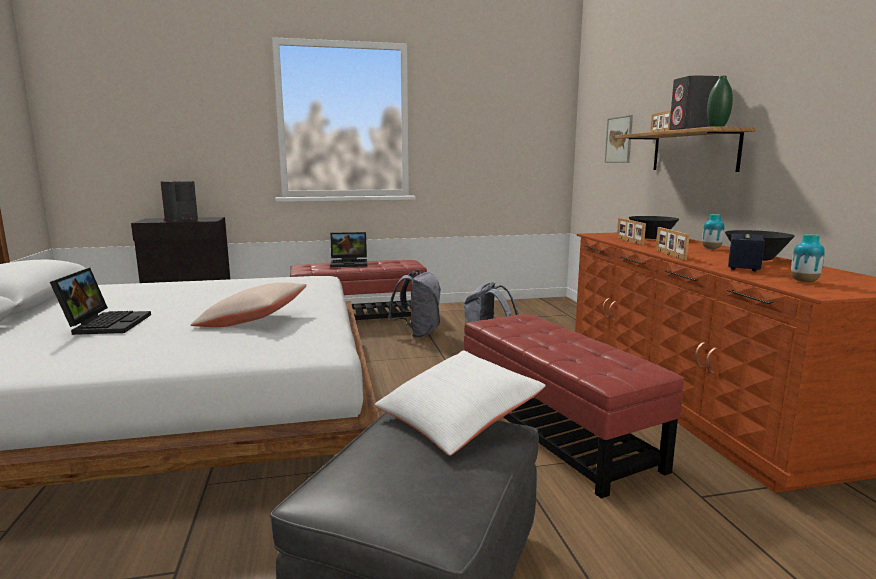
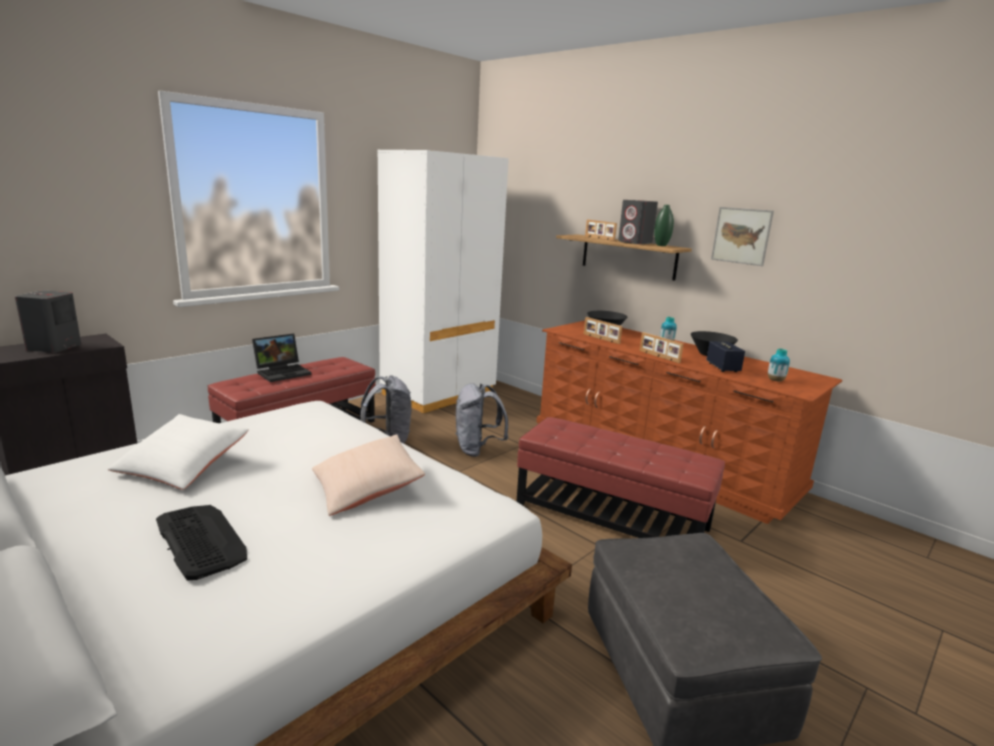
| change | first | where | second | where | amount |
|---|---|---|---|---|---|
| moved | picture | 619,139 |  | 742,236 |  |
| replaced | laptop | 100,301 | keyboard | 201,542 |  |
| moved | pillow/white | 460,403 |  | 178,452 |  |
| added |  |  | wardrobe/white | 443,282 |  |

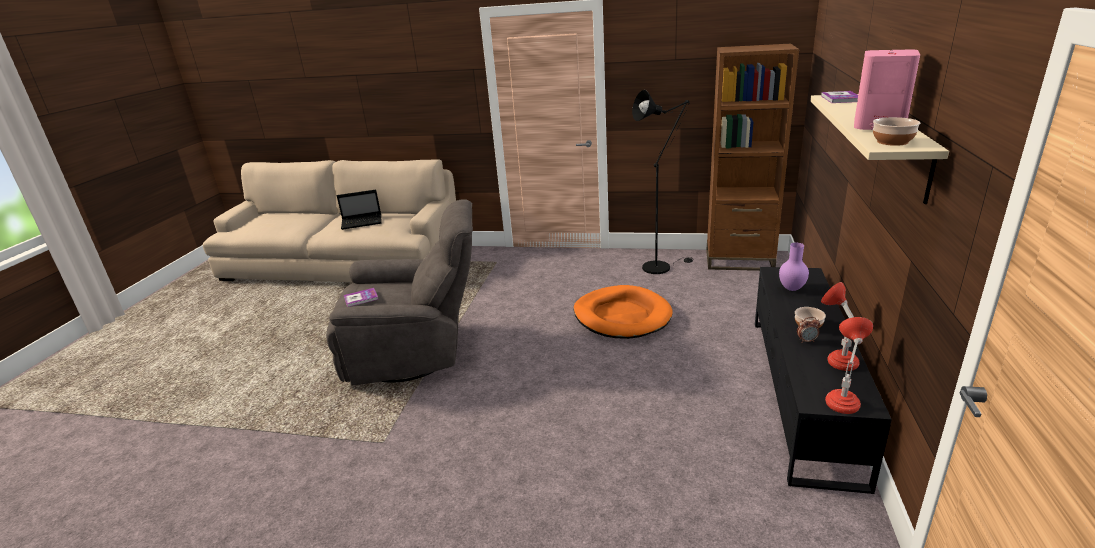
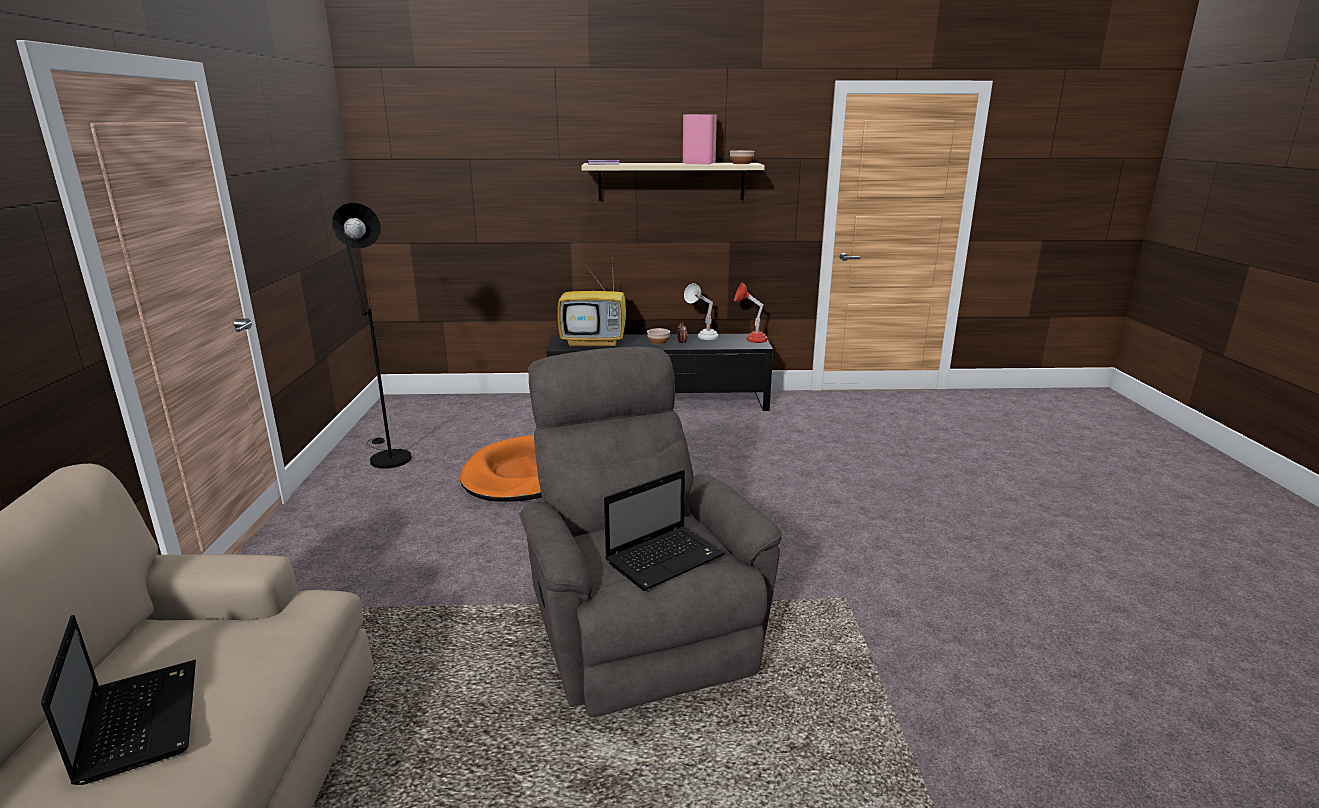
| change | first | where | second | where | amount |
|---|---|---|---|---|---|
| removed | bookcase/brown | 752,157 |  |  |  |
| replaced | vase/purple | 794,267 | television | 592,308 |  |
| recoloured | table lamp/red | 840,326 | table lamp/white | 701,311 |  |
| replaced | book | 361,297 | laptop | 664,530 |  |

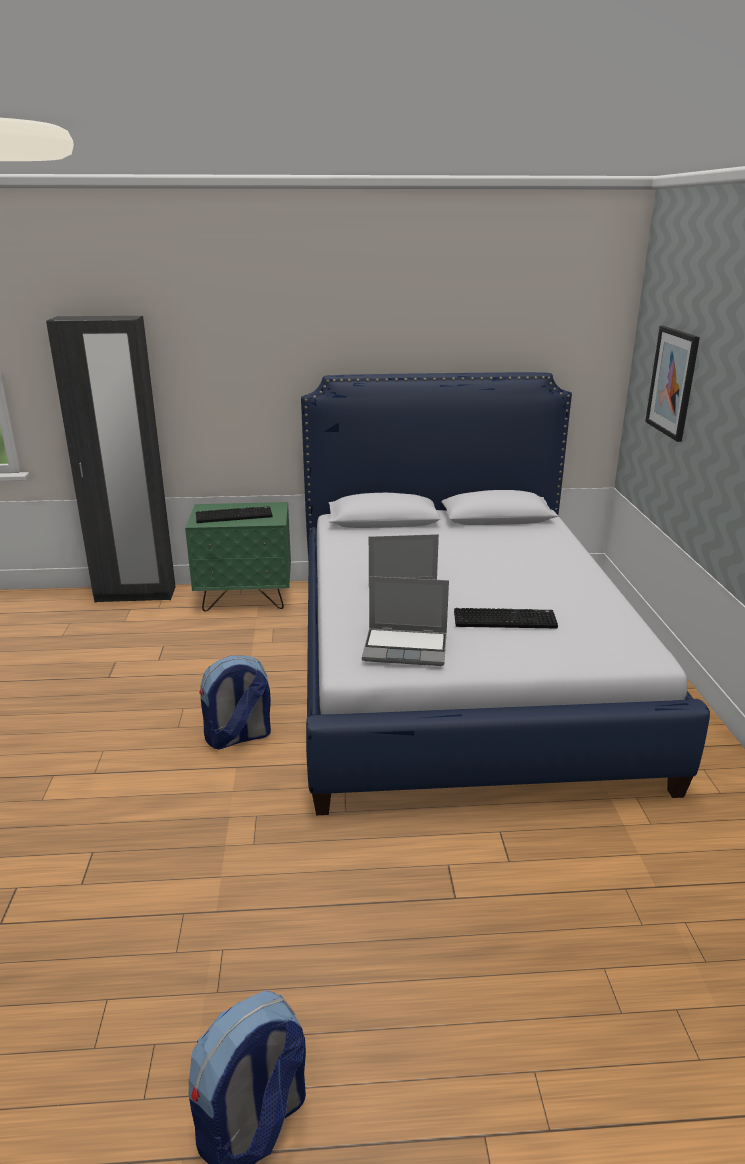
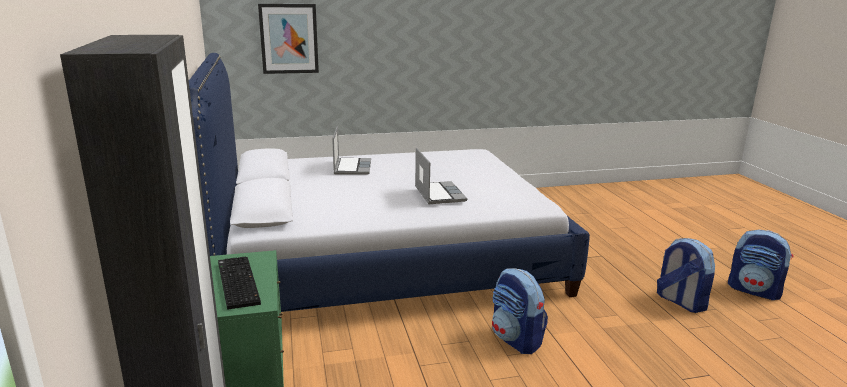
| change | first | where | second | where | amount |
|---|---|---|---|---|---|
| moved | laptop | 405,621 |  | 351,150 |  |
| removed | keyboard | 506,618 |  |  |  |
| added |  |  | backpack | 686,275 |  |

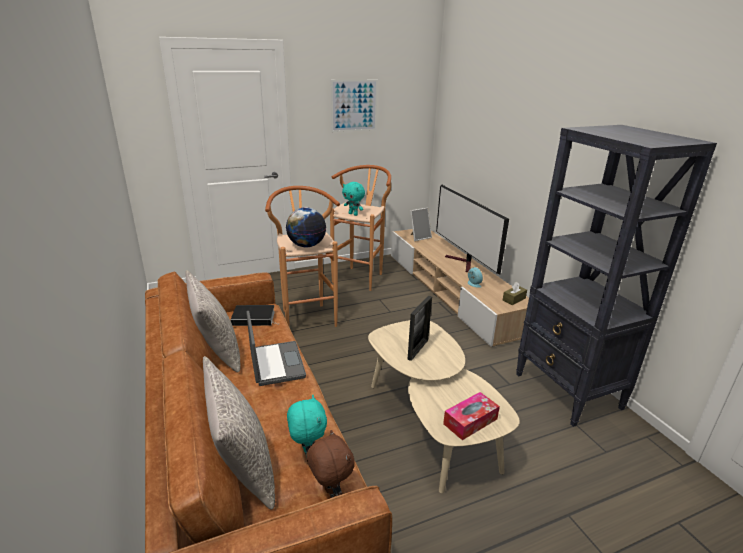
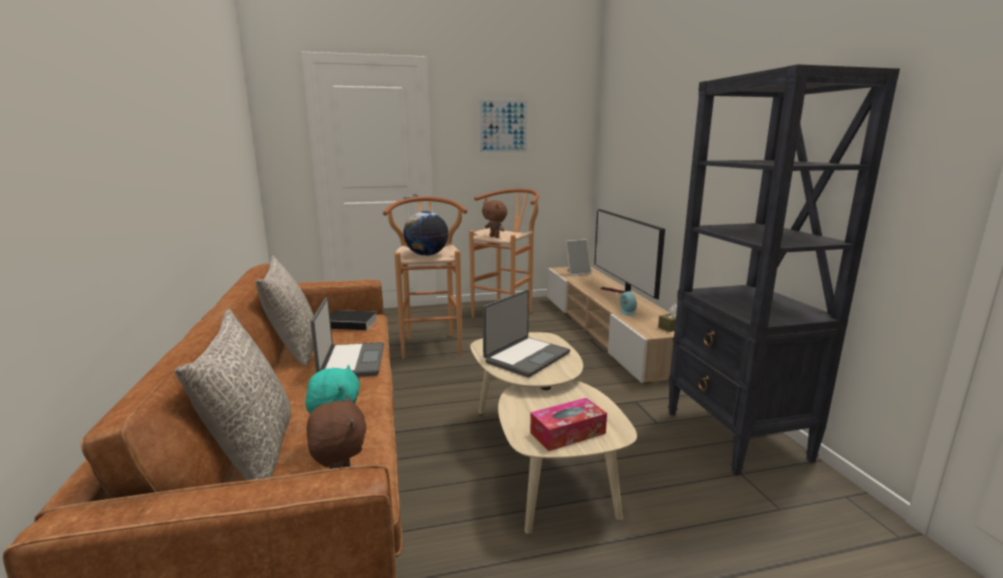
| change | first | where | second | where | amount |
|---|---|---|---|---|---|
| recoloured | plush toy/turquoise | 353,199 | plush toy/brown | 494,219 |  |
| replaced | picture frame | 419,328 | laptop | 526,333 |  |

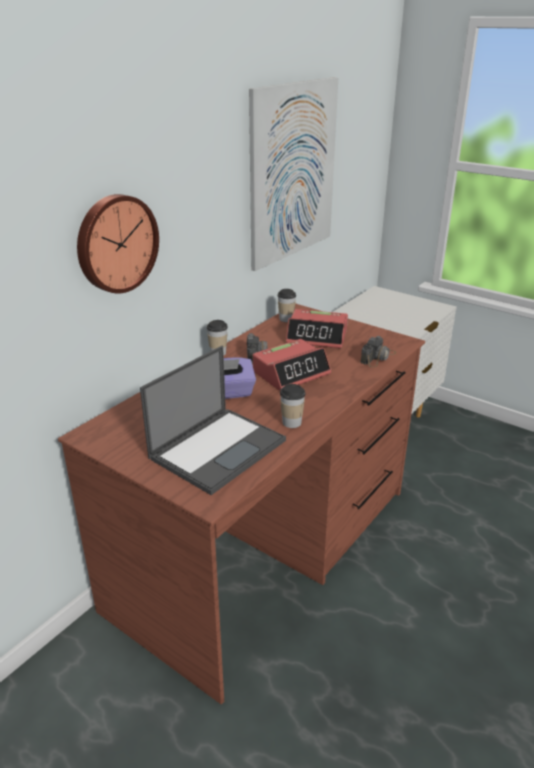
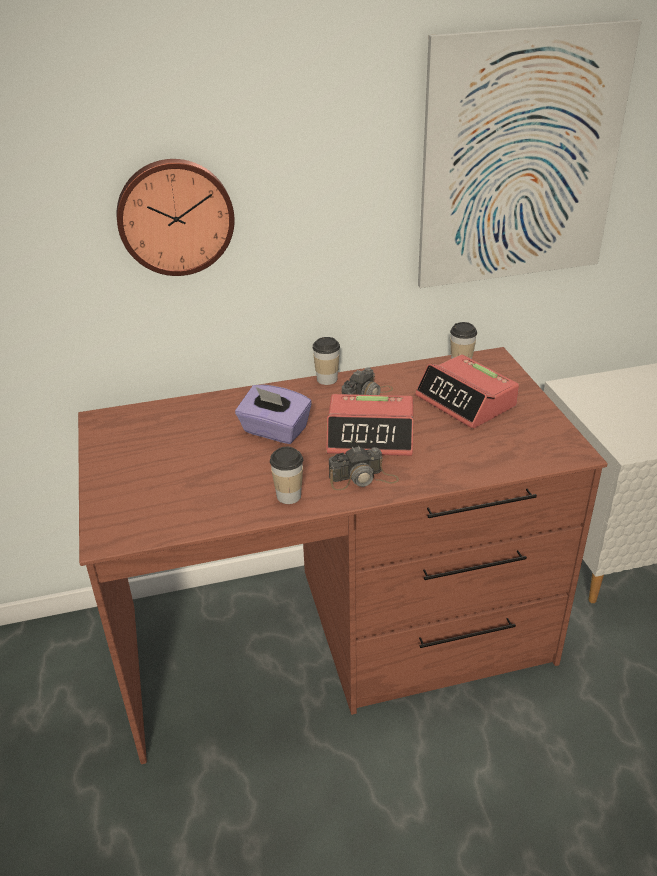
| change | first | where | second | where | amount |
|---|---|---|---|---|---|
| moved | photo camera | 378,351 |  | 364,468 |  |
| removed | laptop | 213,420 |  |  |  |

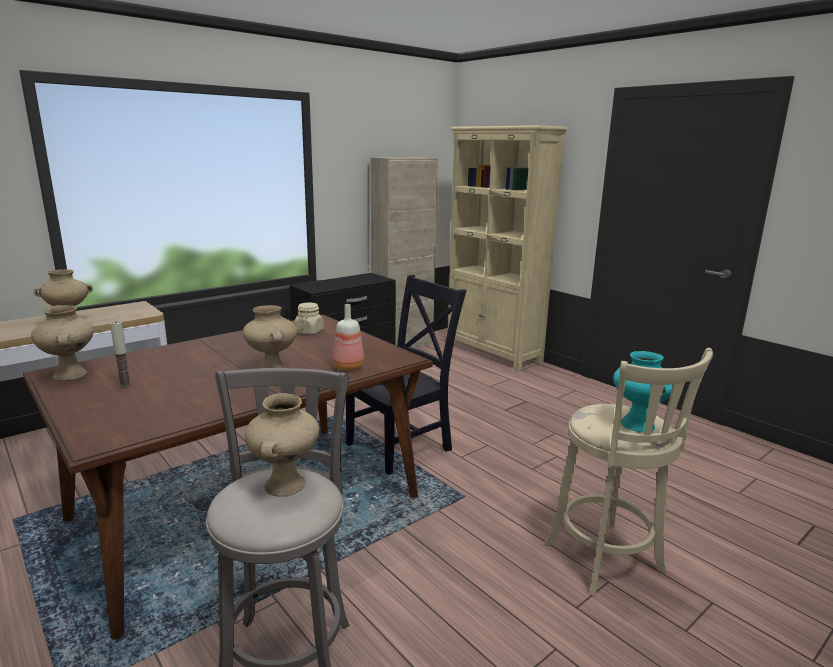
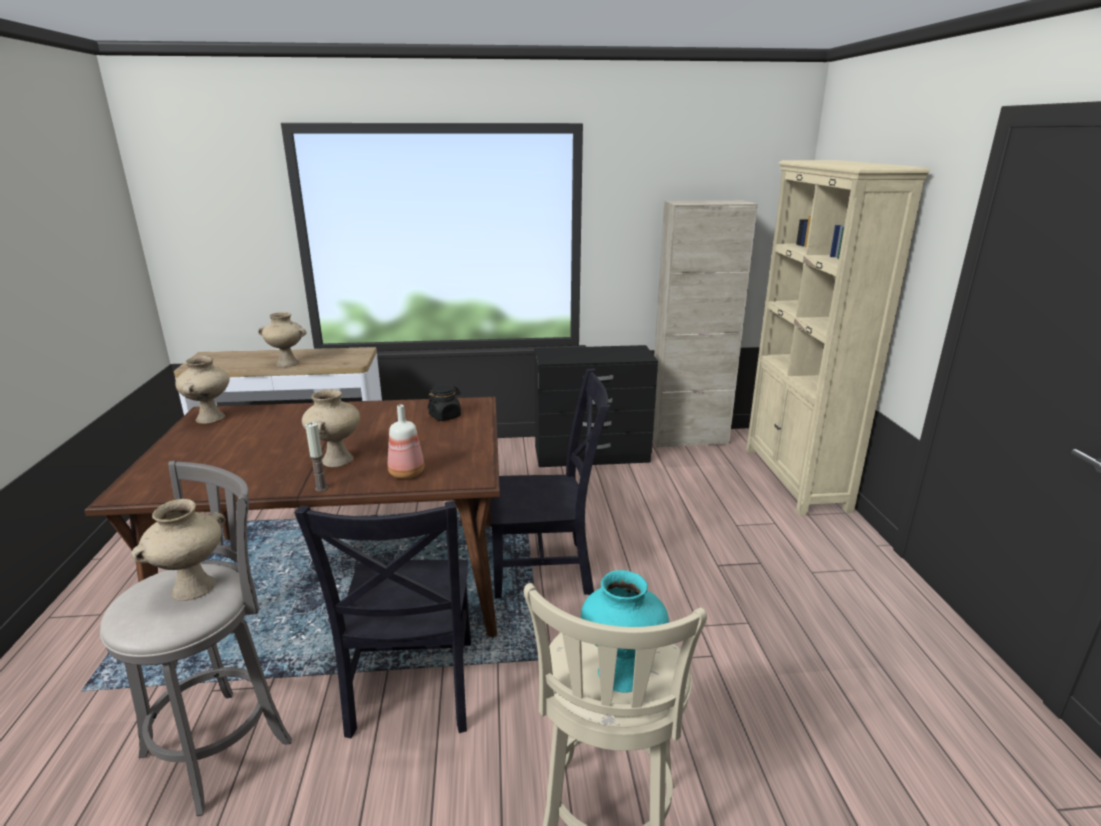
| change | first | where | second | where | amount |
|---|---|---|---|---|---|
| recoloured | jar/beige | 309,318 | jar/black | 444,402 |  |
| moved | candle | 121,354 |  | 316,456 |  |
| added |  |  | chair/black | 382,619 |  |

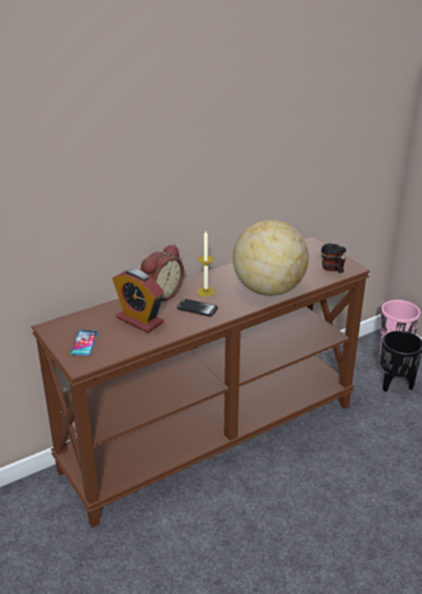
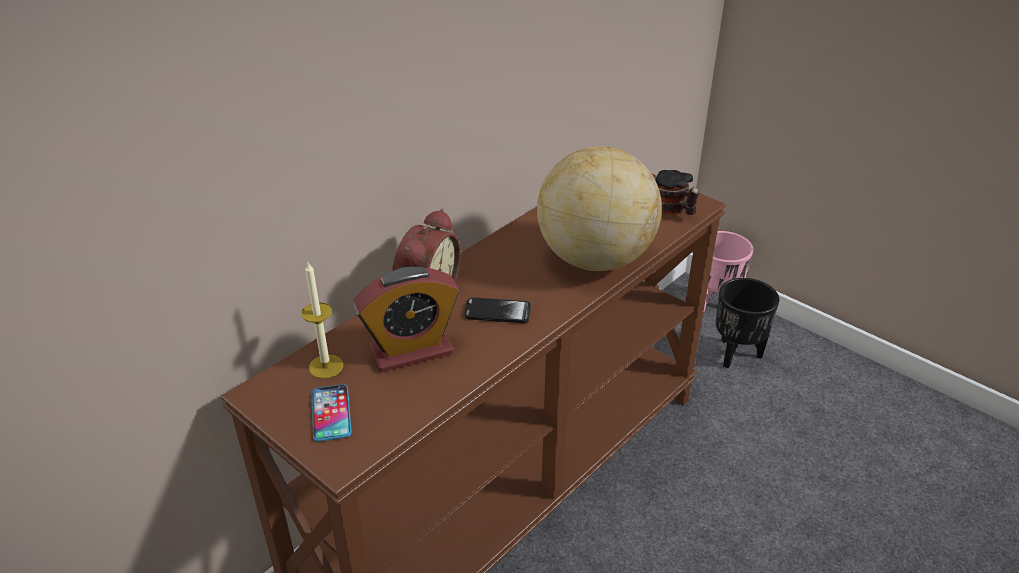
| change | first | where | second | where | amount |
|---|---|---|---|---|---|
| moved | candle | 206,264 |  | 322,321 |  |
| turned | alarm clock | 138,301 |  | 406,319 | 45 degrees counterclockwise |

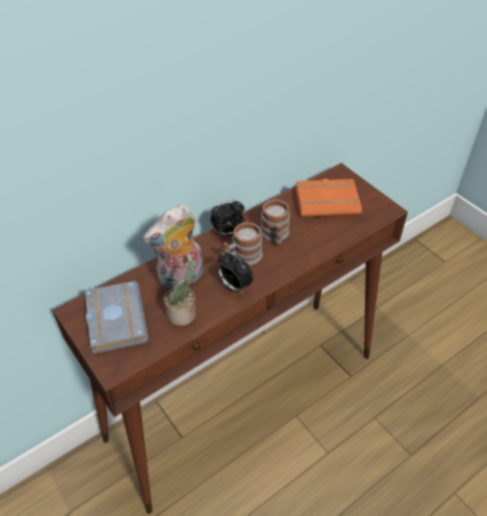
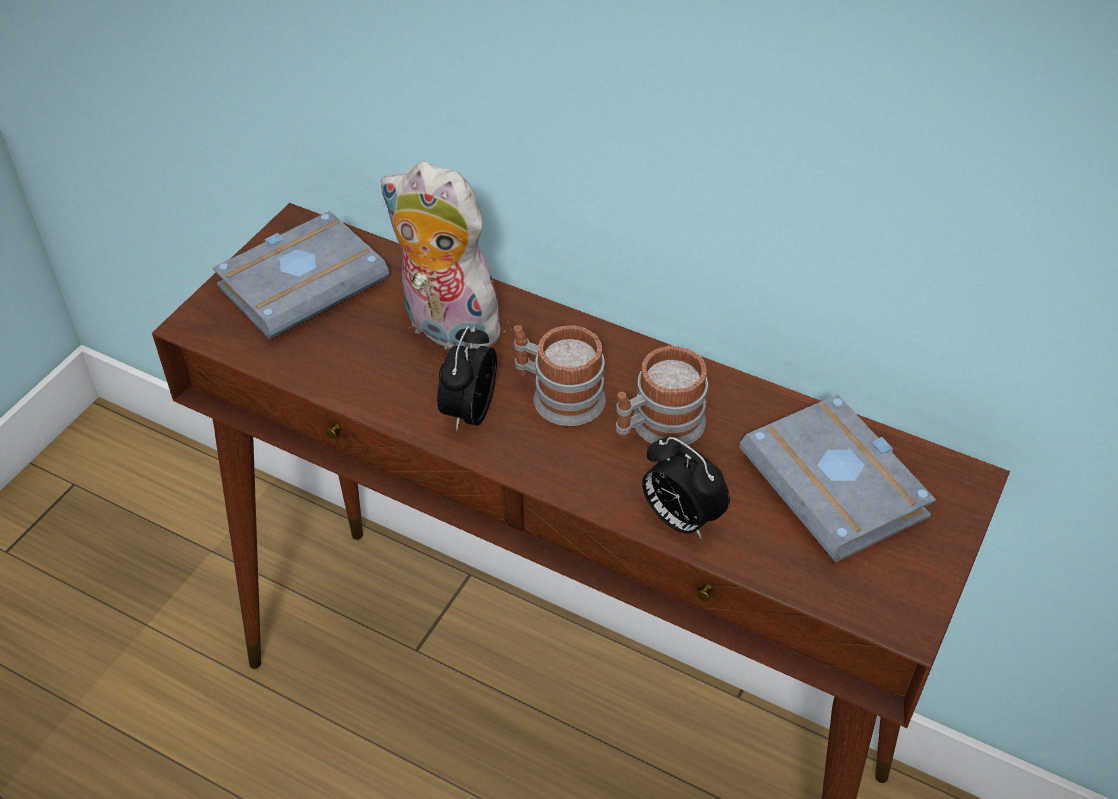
| change | first | where | second | where | amount |
|---|---|---|---|---|---|
| recoloured | book/orange | 329,198 | book/grey | 837,478 |  |
| moved | alarm clock | 227,218 |  | 686,487 |  |
| removed | potted plant | 180,293 |  |  |  |

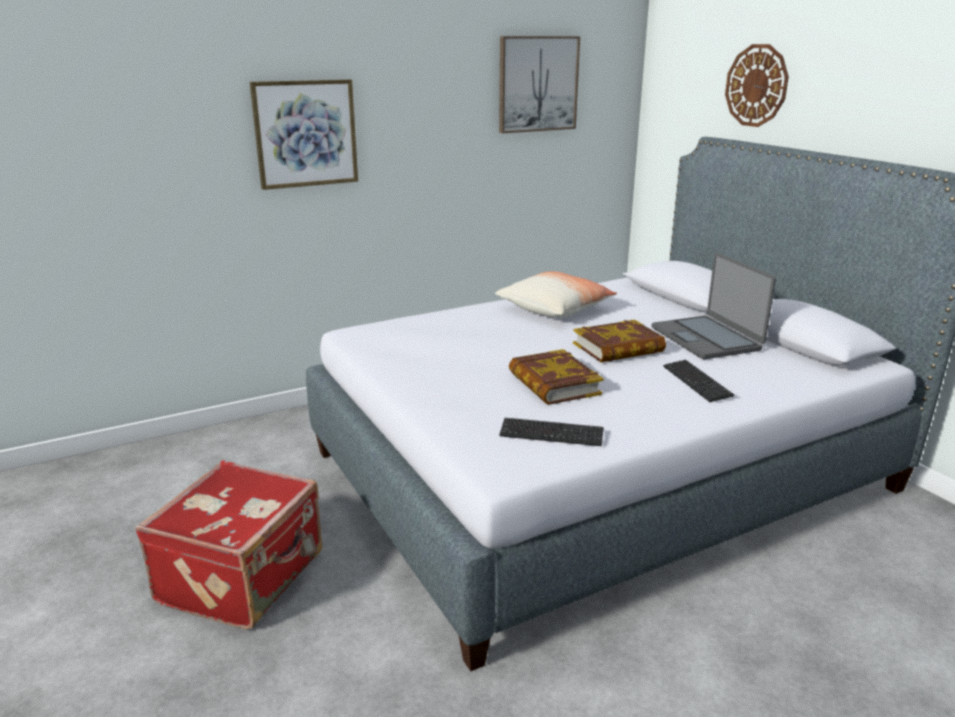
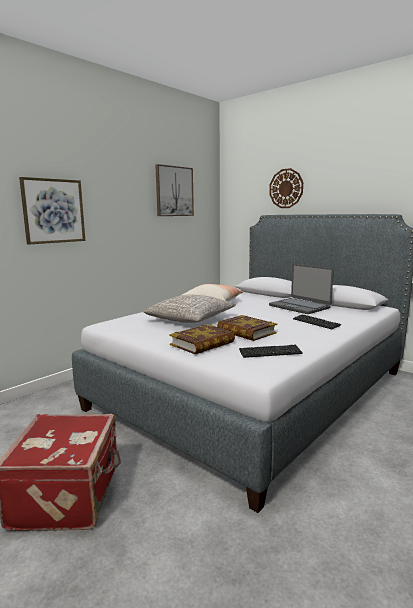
| change | first | where | second | where | amount |
|---|---|---|---|---|---|
| moved | book | 619,341 |  | 202,339 |  |
| added |  |  | pillow/grey | 189,309 |  |

